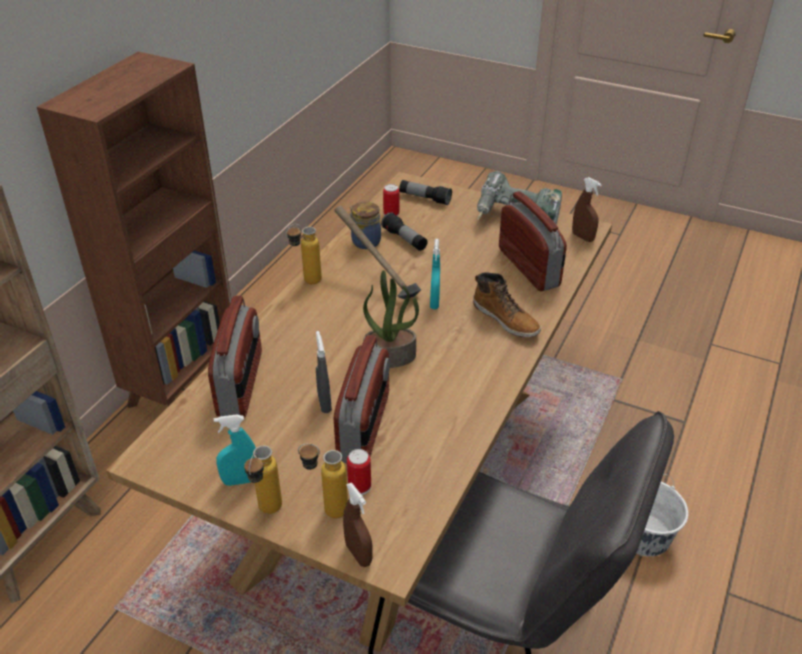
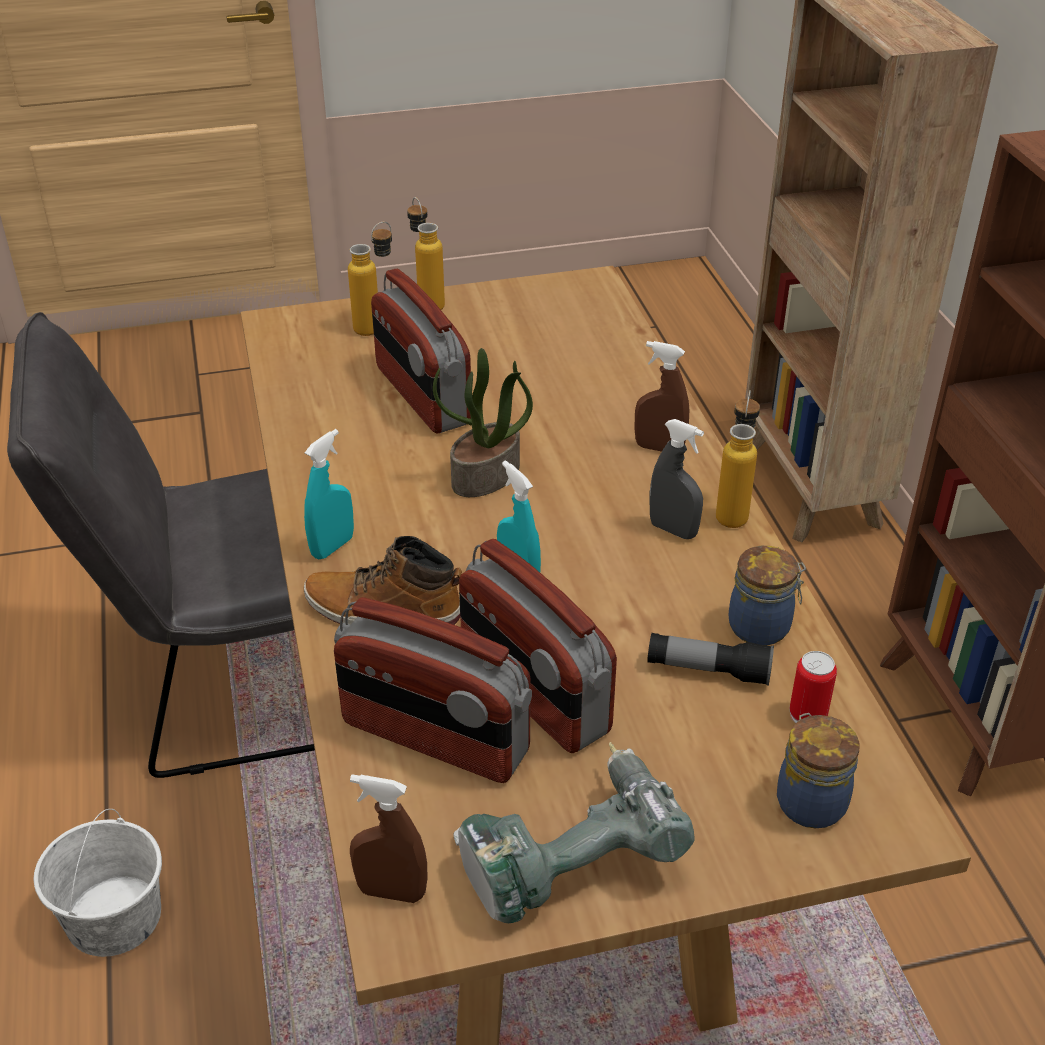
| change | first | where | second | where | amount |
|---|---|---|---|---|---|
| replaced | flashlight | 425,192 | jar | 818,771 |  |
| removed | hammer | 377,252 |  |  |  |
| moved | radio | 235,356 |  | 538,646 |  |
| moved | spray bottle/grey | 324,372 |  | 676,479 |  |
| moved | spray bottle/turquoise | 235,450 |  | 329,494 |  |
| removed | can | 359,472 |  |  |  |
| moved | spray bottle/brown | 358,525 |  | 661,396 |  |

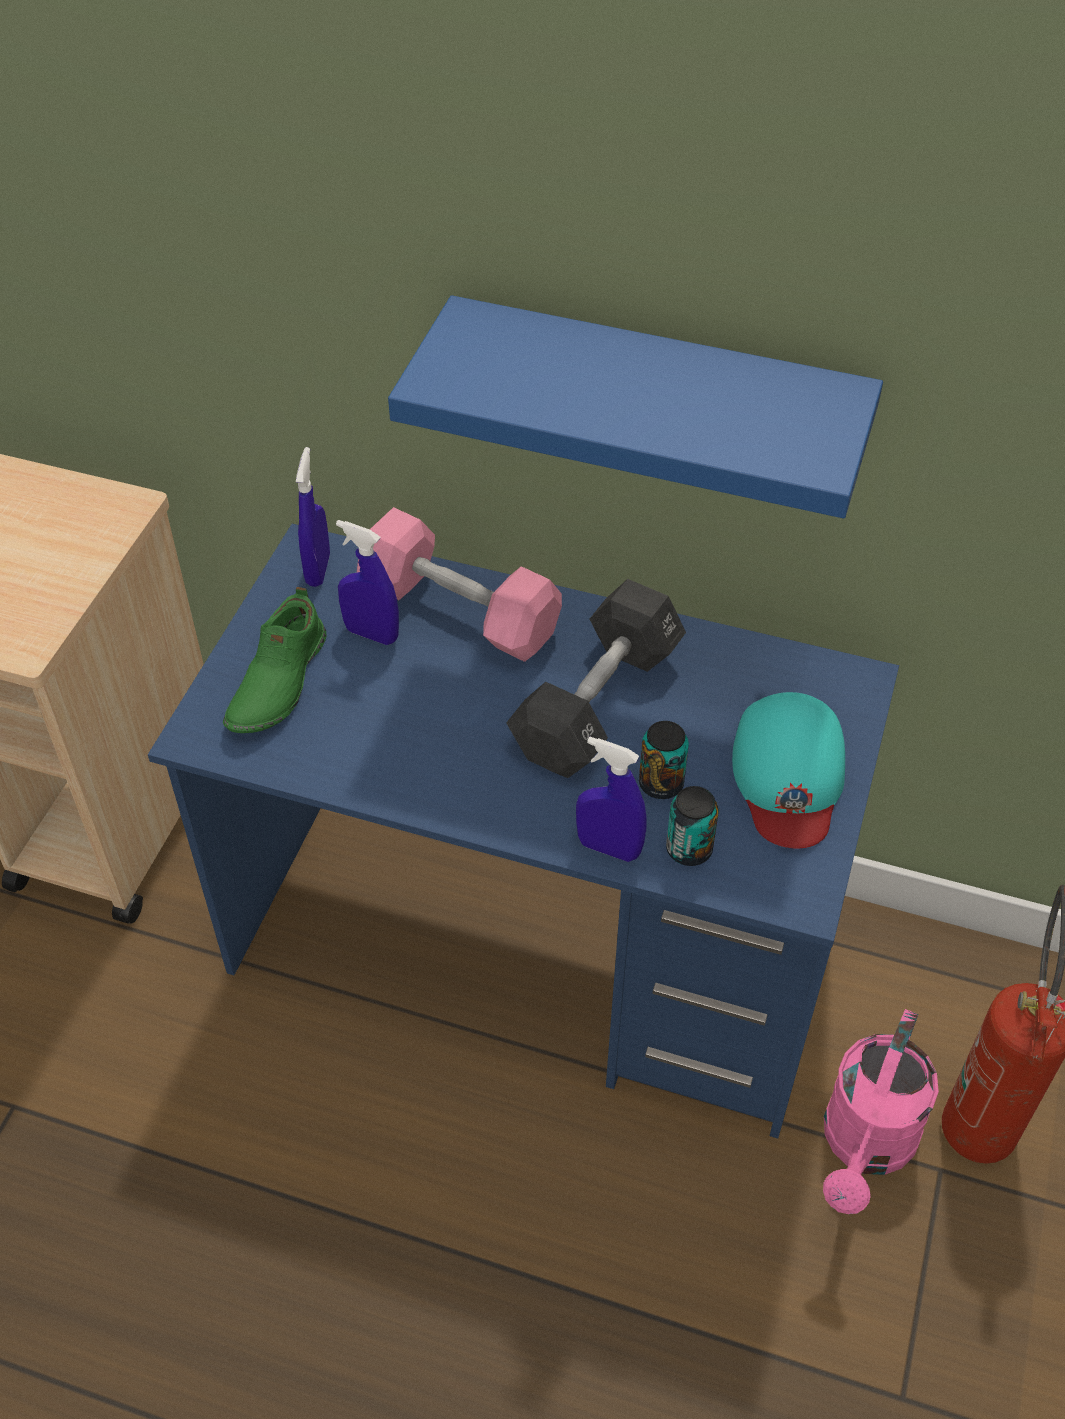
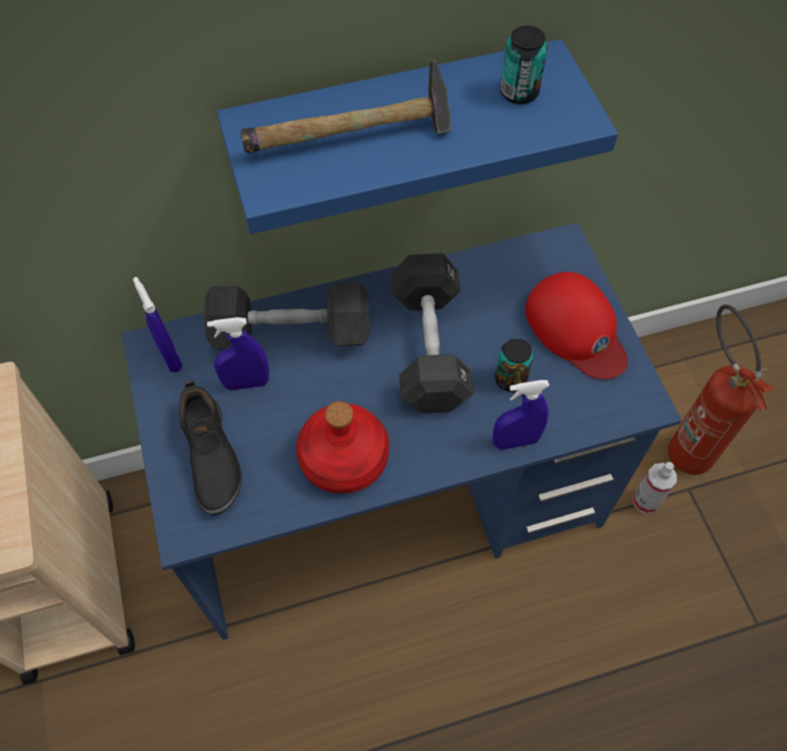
| change | first | where | second | where | amount |
|---|---|---|---|---|---|
| recoloured | dumbbell/pink | 459,584 | dumbbell/black | 286,316 |  |
| recoloured | shoe/green | 274,660 | shoe/black | 210,447 |  |
| recoloured | cap/turquoise | 788,770 | cap/red | 576,325 |  |
| moved | can | 692,826 |  | 524,64 |  |
| replaced | watering can/pink | 881,1111 | spray bottle | 655,488 |  |
| added |  |  | hammer | 346,106 |  |
| added |  |  | bottle/red | 342,447 |  |

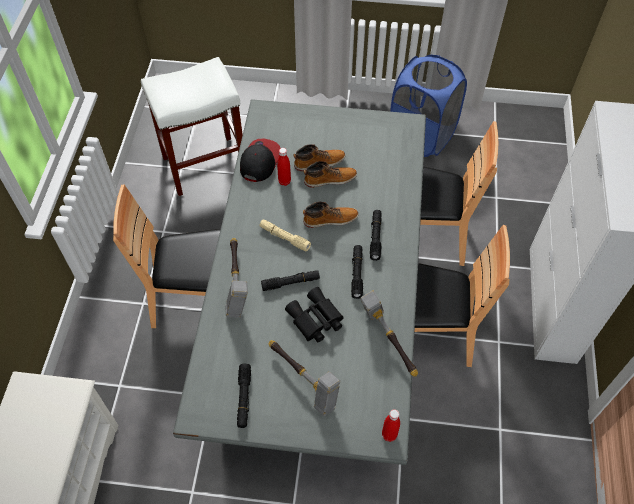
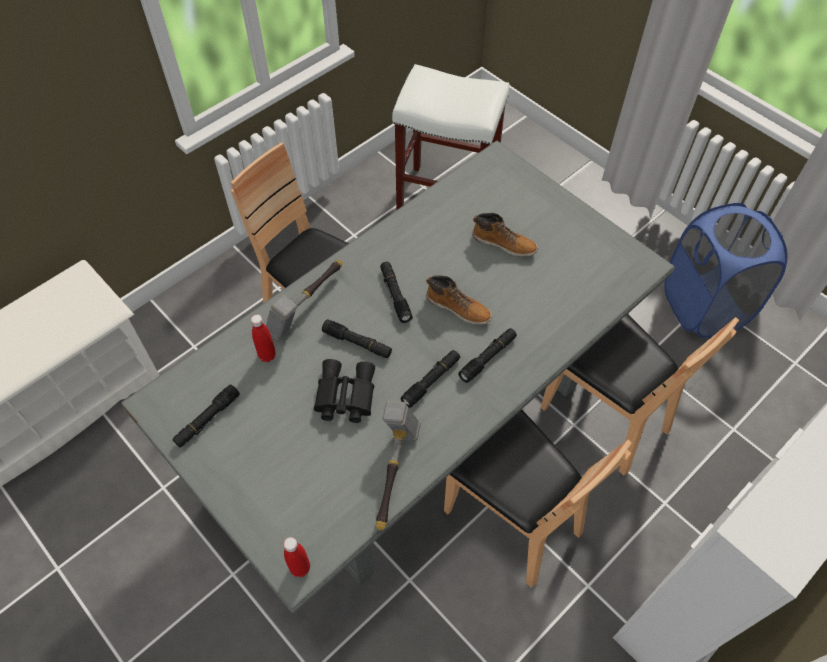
| change | first | where | second | where | amount |
|---|---|---|---|---|---|
| removed | cap | 260,160 |  |  |  |
| moved | bottle/red | 284,167 |  | 263,338 |  |
| removed | boot | 330,174 |  |  |  |
| recoloured | flashlight/beige | 285,235 | flashlight/black | 396,292 |  |
| removed | hammer | 304,378 |  |  |  |

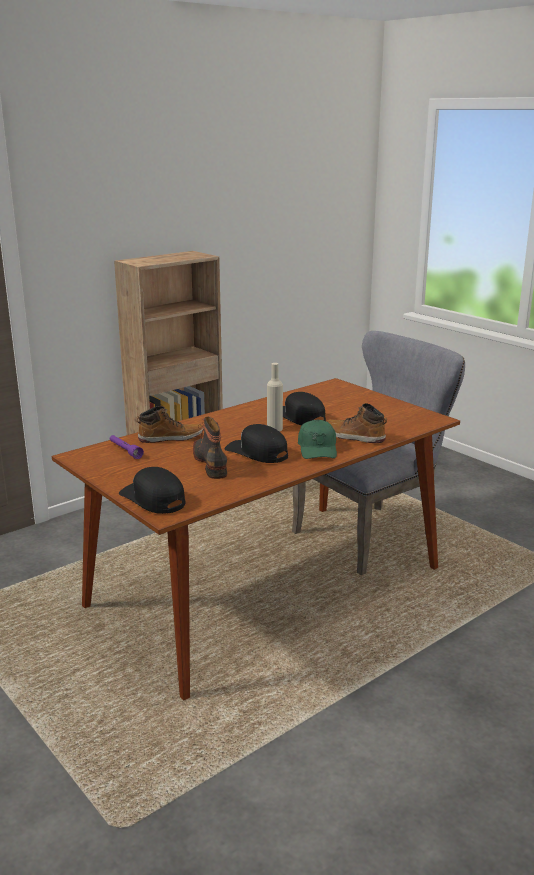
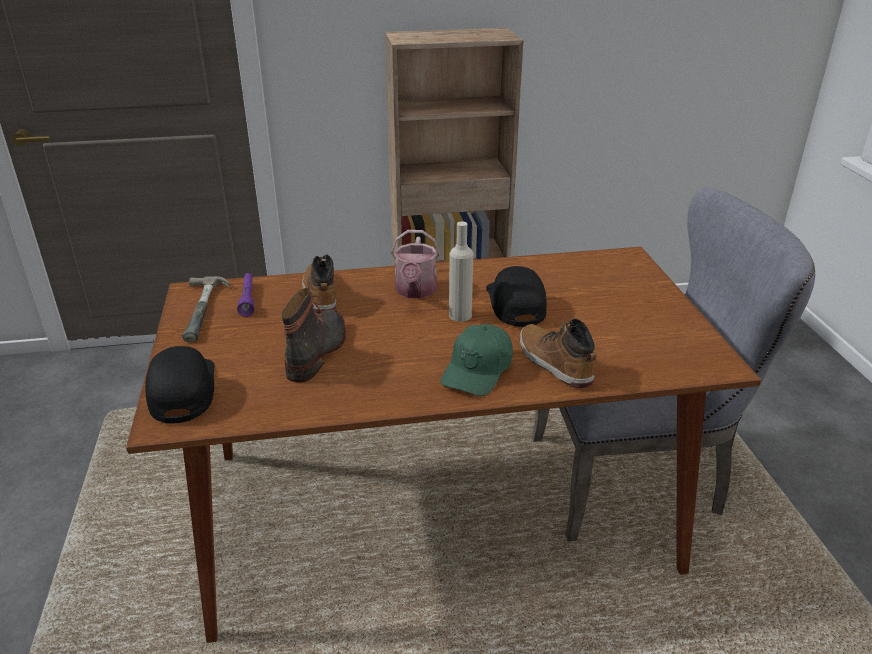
| change | first | where | second | where | amount |
|---|---|---|---|---|---|
| turned | boot | 170,424 |  | 319,284 | 120 degrees counterclockwise |
| removed | cap/black | 256,443 |  |  |  |
| added |  |  | watering can | 415,264 |  |
| added |  |  | hammer | 206,309 |  |

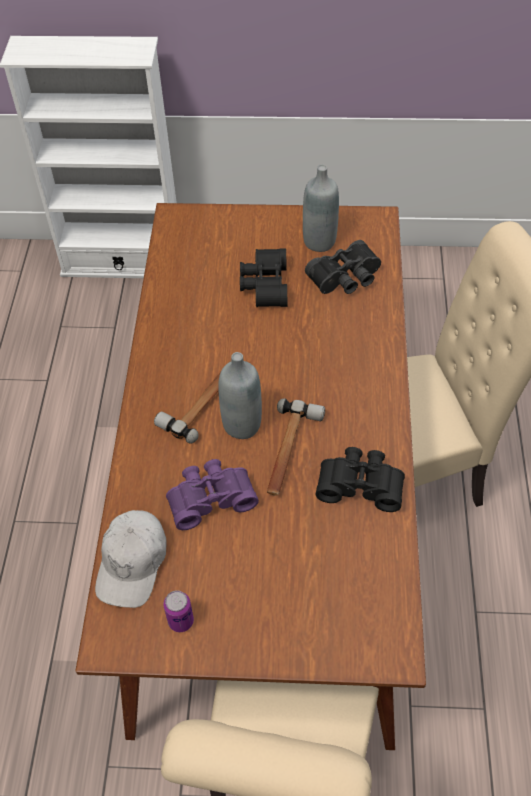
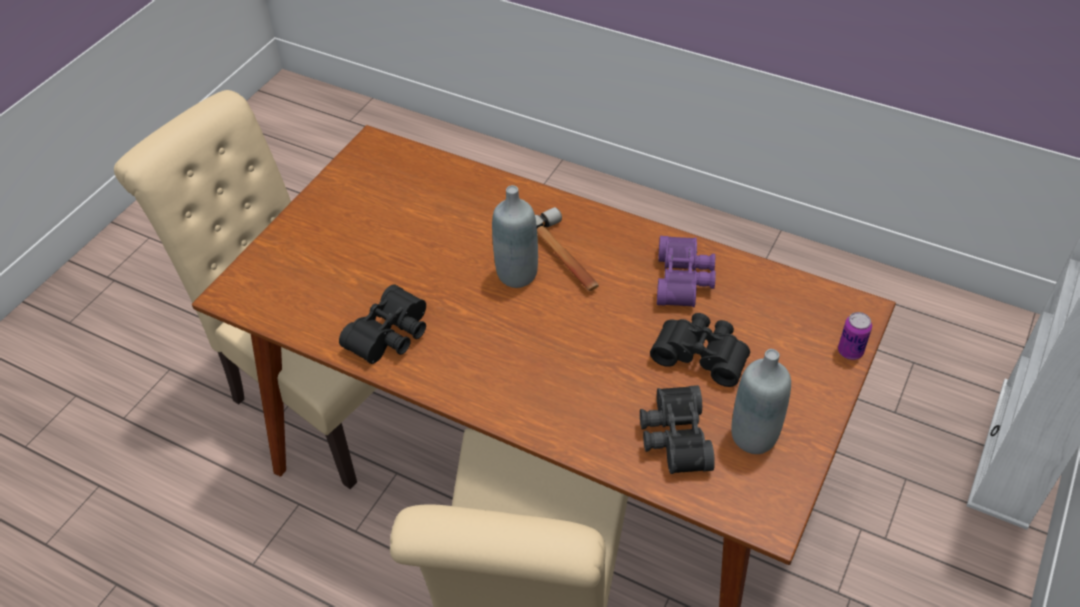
| change | first | where | second | where | amount |
|---|---|---|---|---|---|
| removed | hammer | 296,446 |  |  |  |
| moved | binoculars/purple | 212,494 |  | 686,271 |  |
| removed | cap/white | 131,559 |  |  |  |
| moved | can | 179,611 |  | 855,336 |  |

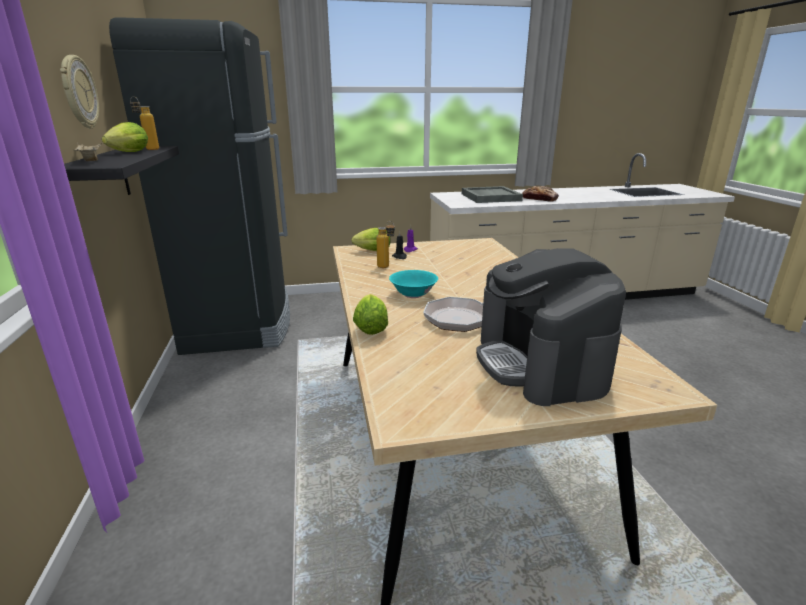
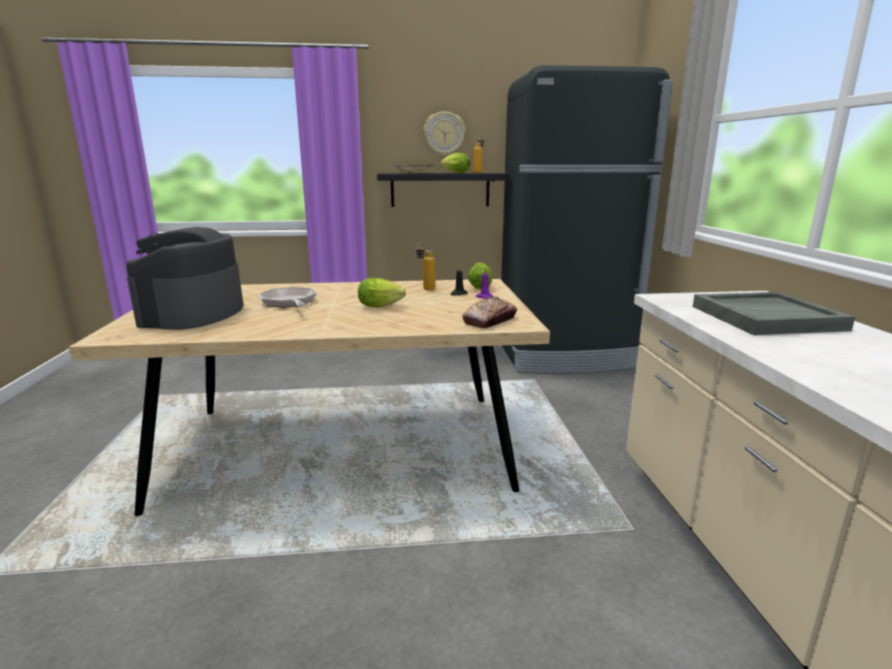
| change | first | where | second | where | amount |
|---|---|---|---|---|---|
| moved | bread | 540,194 |  | 489,312 |  |
| turned | coffee machine | 551,327 |  | 184,278 | 75 degrees counterclockwise |
| removed | bowl/turquoise | 413,284 |  |  |  |
| moved | lettuce | 370,314 |  | 382,292 |  |

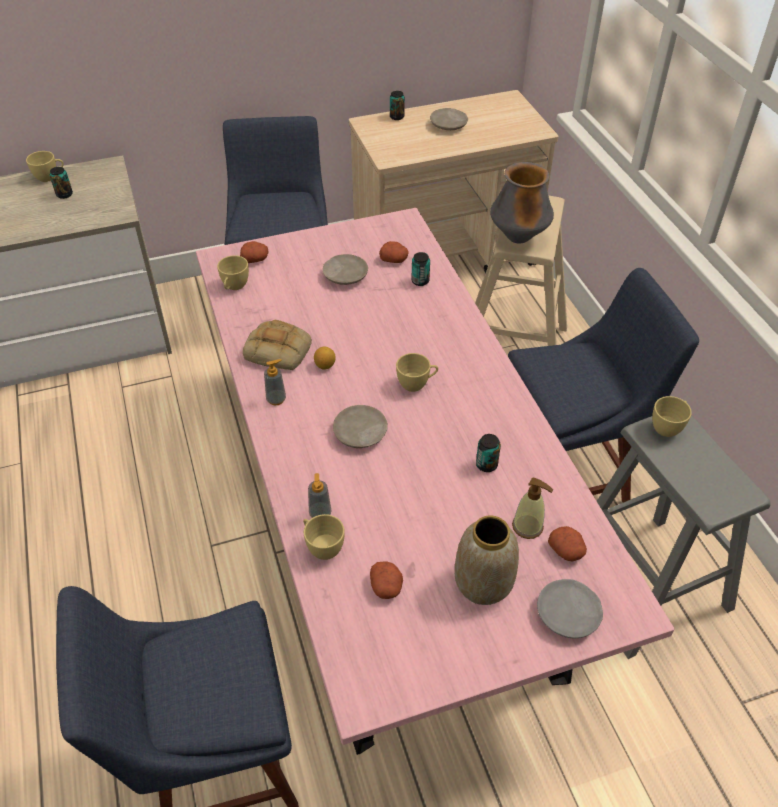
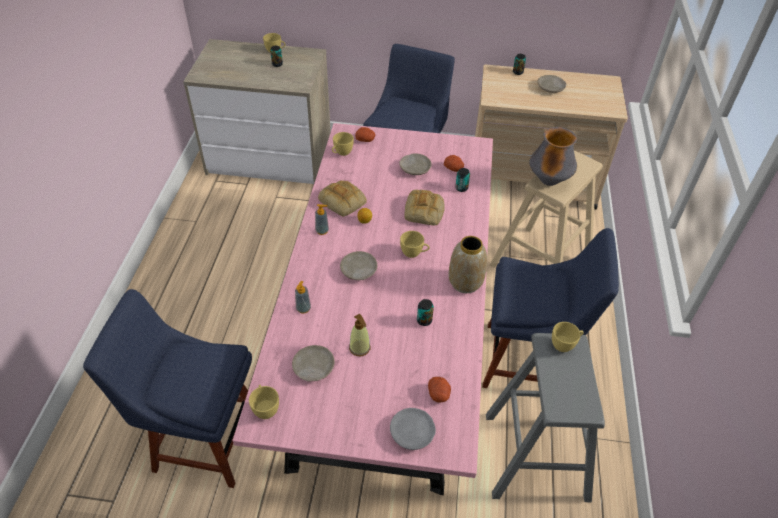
| change | first | where | second | where | amount |
|---|---|---|---|---|---|
| moved | soap dispenser | 532,508 |  | 360,335 |  |
| moved | cup/yellow | 324,537 |  | 264,402 |  |
| moved | vase | 487,560 |  | 468,264 |  |
| replaced | potato | 386,580 | plate/beige | 313,363 |  |
| added |  |  | bread | 424,207 |  |

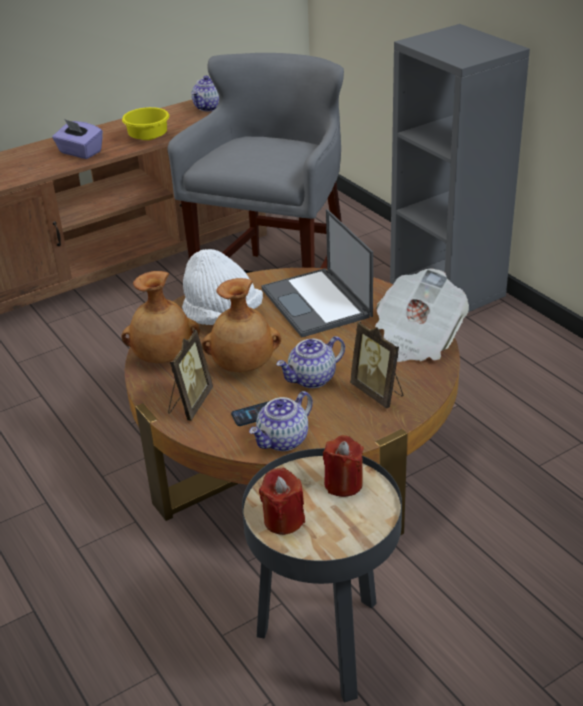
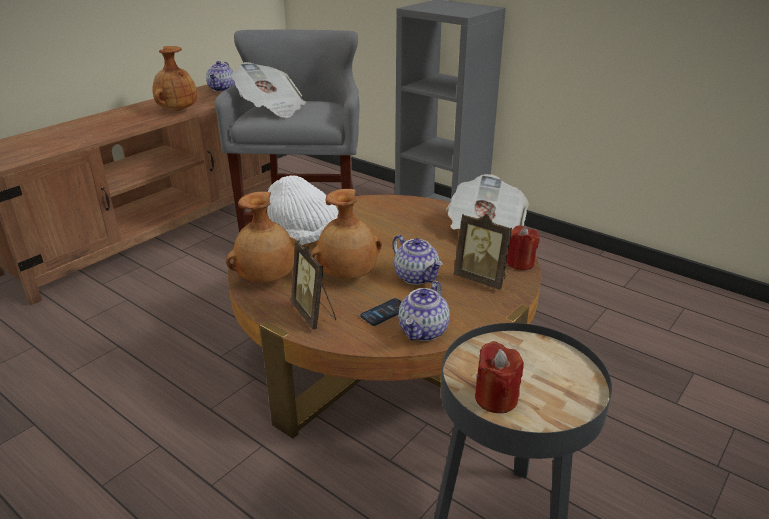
| change | first | where | second | where | amount |
|---|---|---|---|---|---|
| replaced | bowl/yellow | 145,123 | vase/brown | 175,78 |  |
| removed | tissue box/purple | 77,139 |  |  |  |
| removed | laptop | 317,273 |  |  |  |
| turned | picture frame | 190,375 |  | 313,285 | 150 degrees clockwise |
| turned | teapot | 310,362 |  | 418,260 | 75 degrees counterclockwise |
| moved | candle/red | 343,466 |  | 523,247 |  |
| added |  |  | newspaper | 269,90 |  |

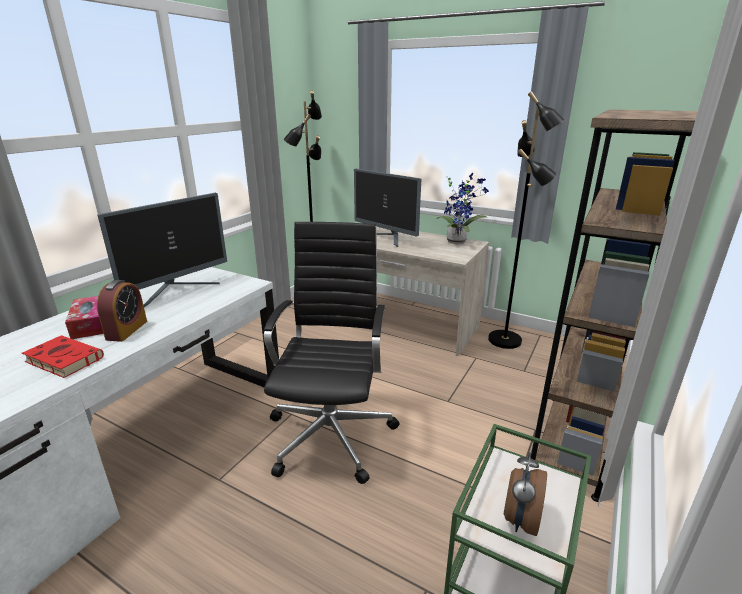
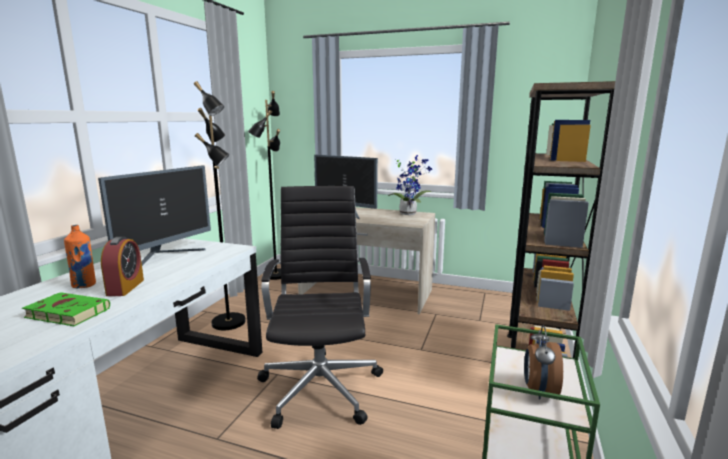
| change | first | where | second | where | amount |
|---|---|---|---|---|---|
| moved | floor lamp/black | 526,220 |  | 220,205 |  |
| replaced | tissue box | 84,317 | bottle/orange | 80,256 |  |
| recoloured | book/red | 63,356 | book/green | 66,309 |  |

